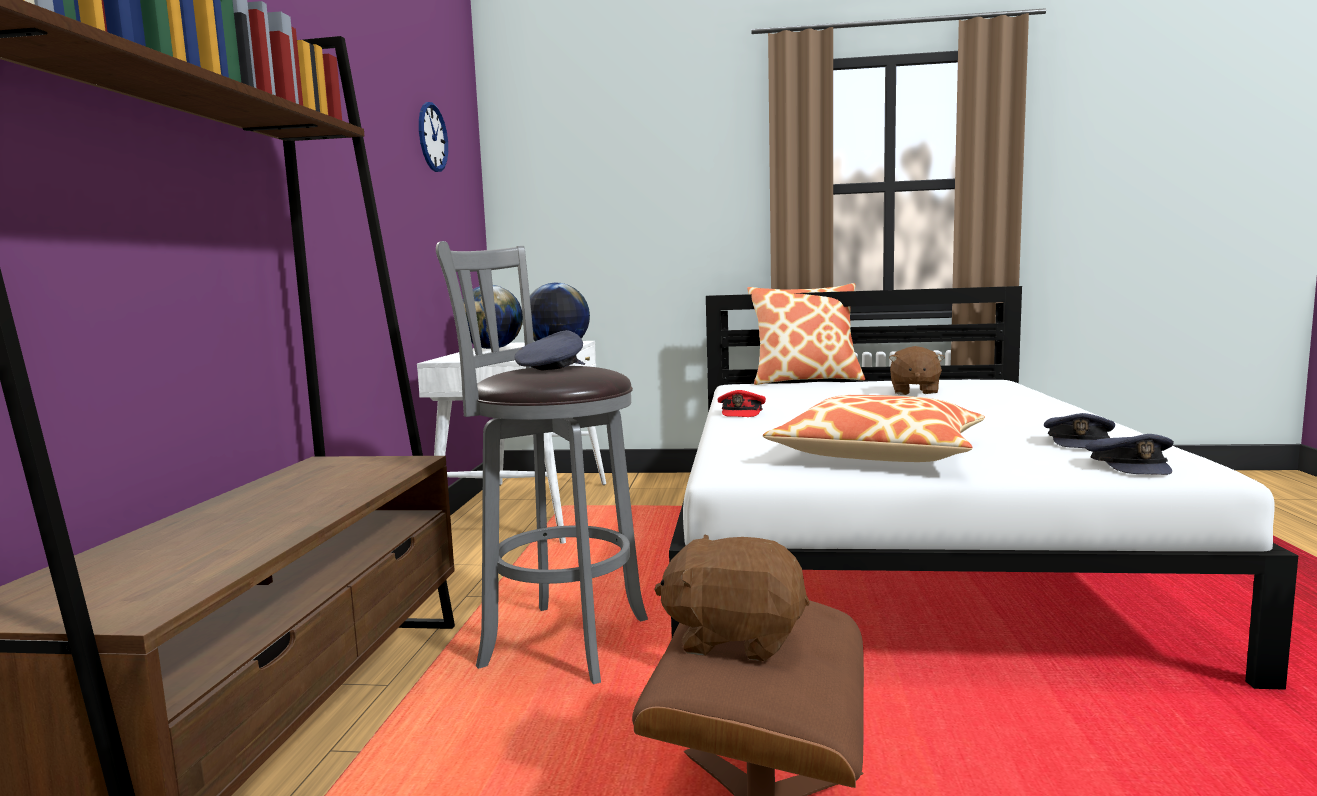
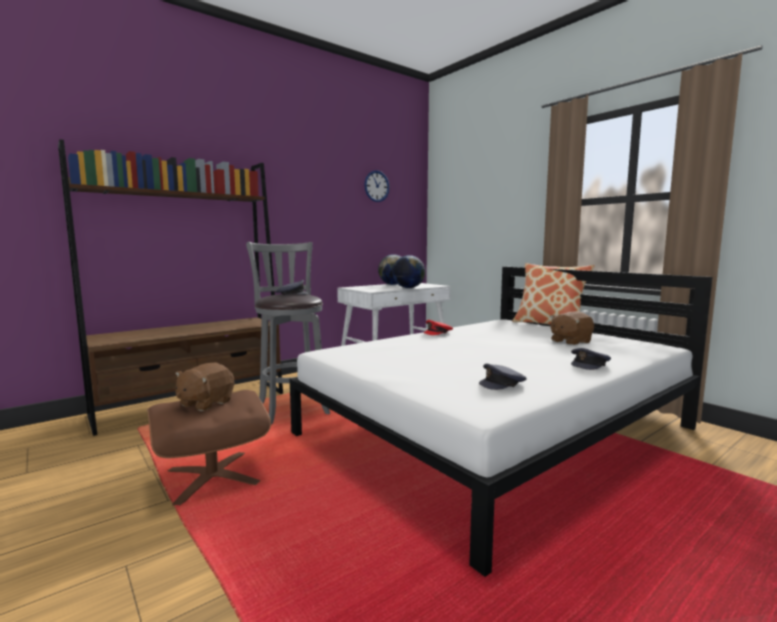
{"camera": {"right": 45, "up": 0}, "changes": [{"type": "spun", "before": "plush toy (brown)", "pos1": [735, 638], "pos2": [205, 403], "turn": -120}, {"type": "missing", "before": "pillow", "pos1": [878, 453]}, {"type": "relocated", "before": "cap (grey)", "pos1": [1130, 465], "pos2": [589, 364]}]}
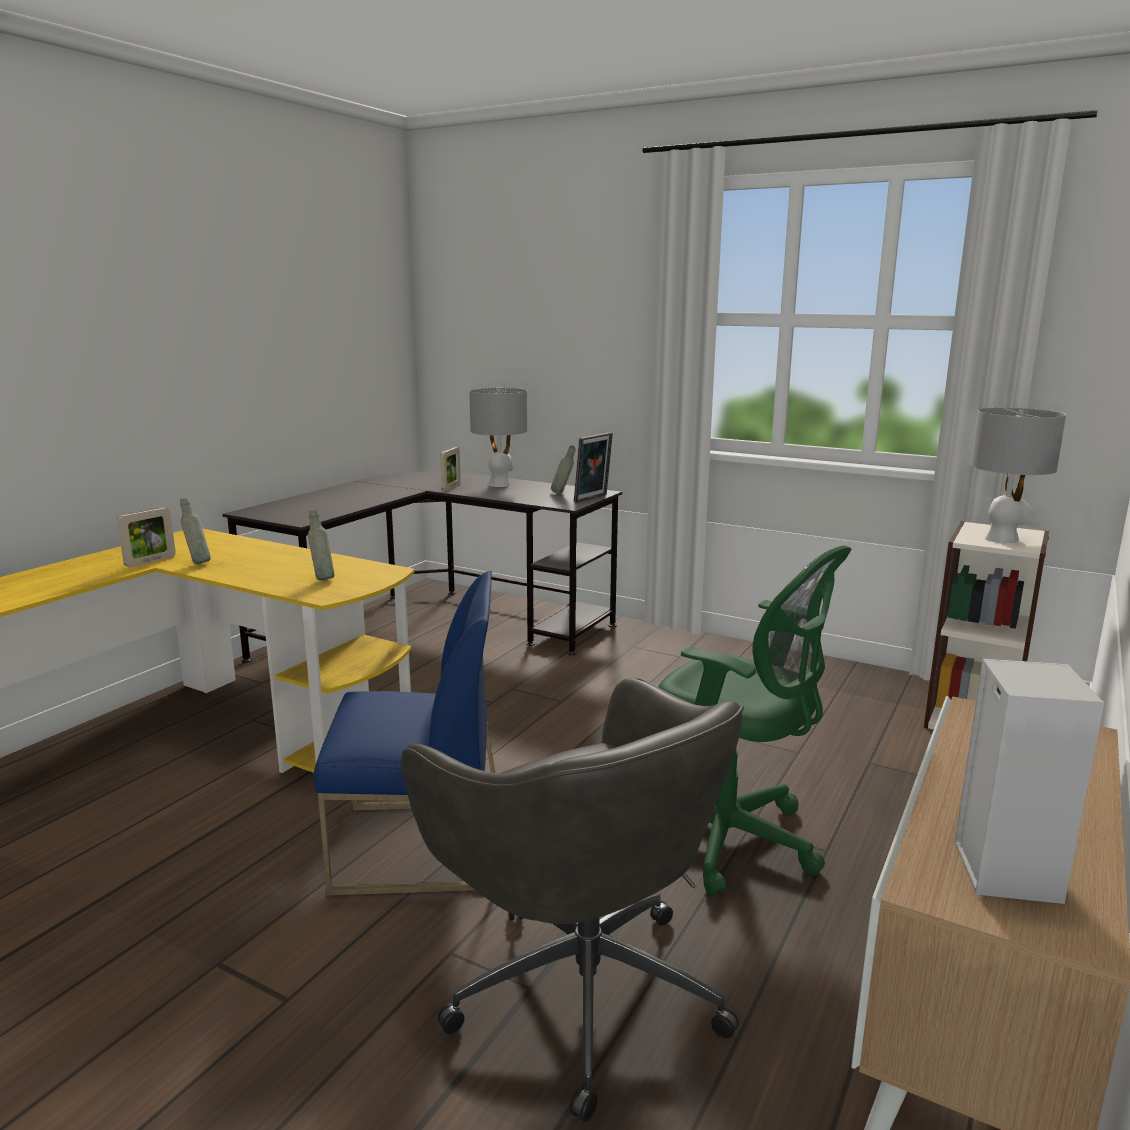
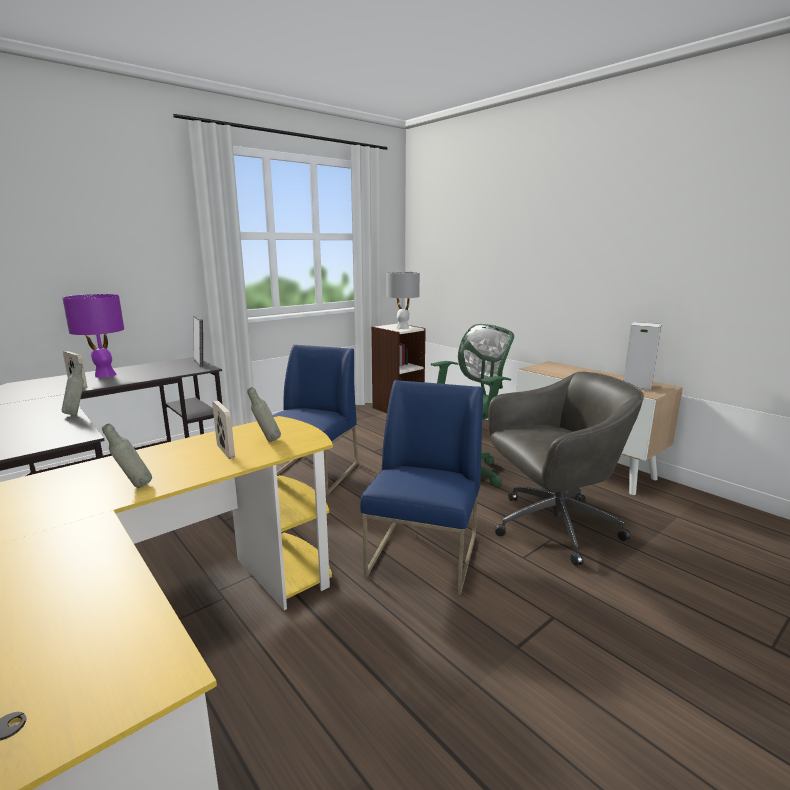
{"camera": {"right": -70, "up": 0}, "changes": [{"type": "relocated", "before": "picture frame", "pos1": [150, 561], "pos2": [225, 451]}, {"type": "colour", "before": "table lamp (grey)", "after": "table lamp (purple)", "pos1": [500, 484], "pos2": [105, 375]}, {"type": "relocated", "before": "bottle (grey)", "pos1": [563, 493], "pos2": [77, 413]}, {"type": "appeared", "after": "chair (blue)", "pos2": [313, 474]}]}
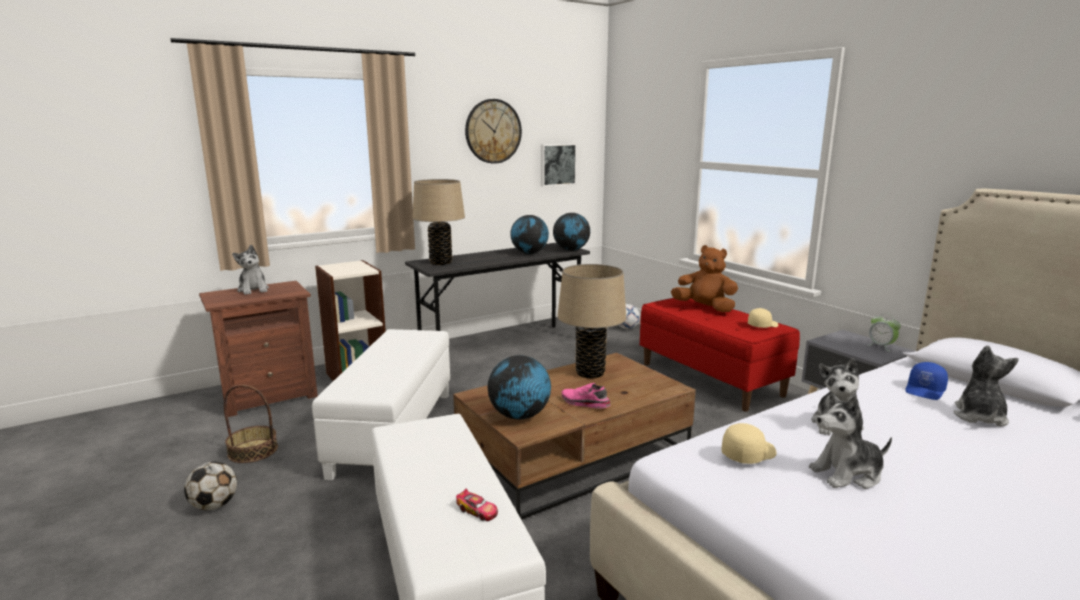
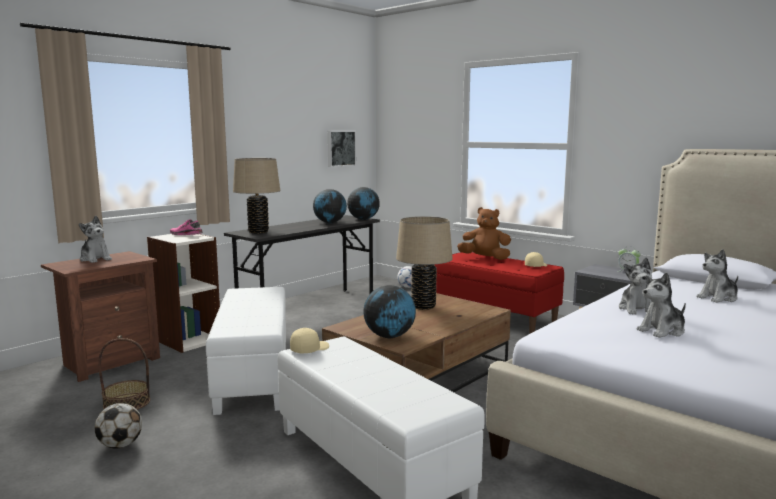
{"camera": {"right": -15, "up": -5}, "changes": [{"type": "missing", "before": "toy car", "pos1": [477, 511]}, {"type": "missing", "before": "wall clock", "pos1": [493, 131]}, {"type": "relocated", "before": "shoe (pink)", "pos1": [584, 404], "pos2": [185, 235]}, {"type": "relocated", "before": "cap (beige)", "pos1": [748, 453], "pos2": [309, 349]}, {"type": "missing", "before": "cap (blue)", "pos1": [925, 391]}, {"type": "spun", "before": "plush toy", "pos1": [979, 417], "pos2": [718, 298], "turn": -120}]}
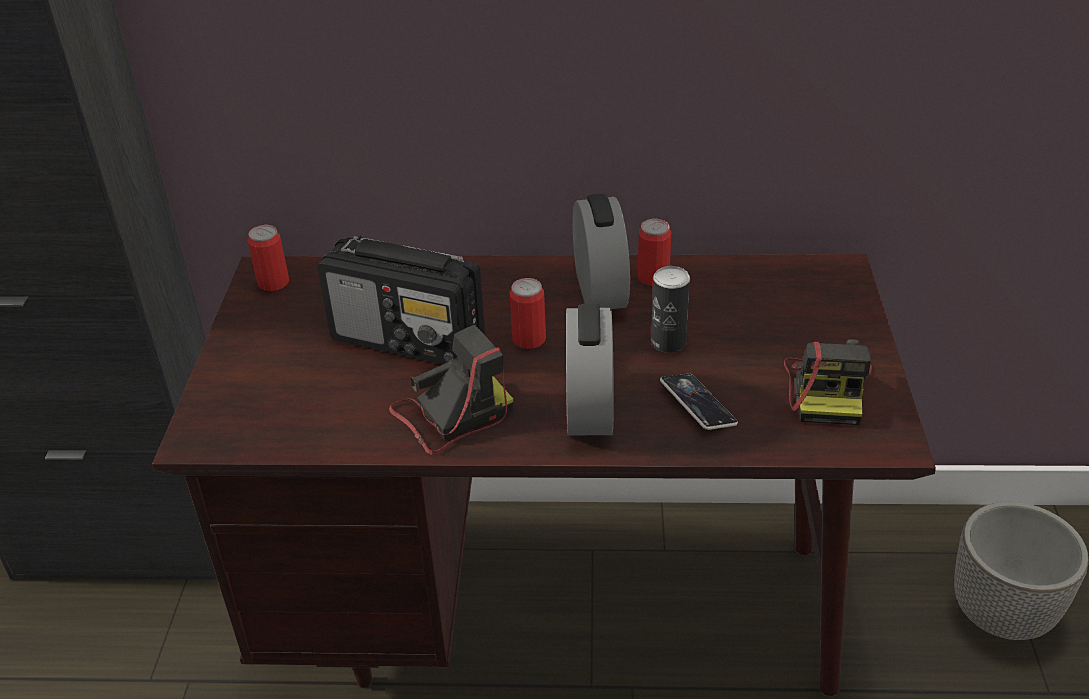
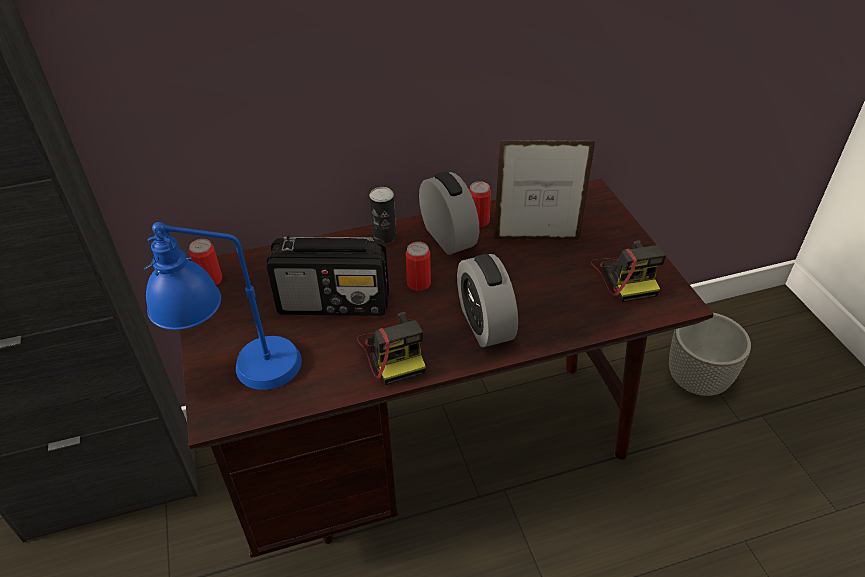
{"camera": {"right": -20, "up": 5}, "changes": [{"type": "spun", "before": "photo camera", "pos1": [451, 415], "pos2": [394, 352], "turn": 120}, {"type": "relocated", "before": "can", "pos1": [668, 342], "pos2": [384, 236]}, {"type": "missing", "before": "phone", "pos1": [697, 405]}, {"type": "appeared", "after": "table lamp (blue)", "pos2": [239, 372]}, {"type": "appeared", "after": "picture frame", "pos2": [536, 239]}]}
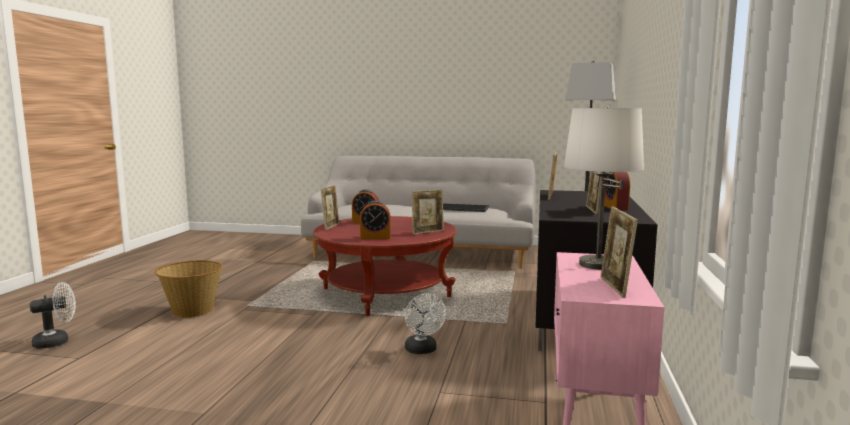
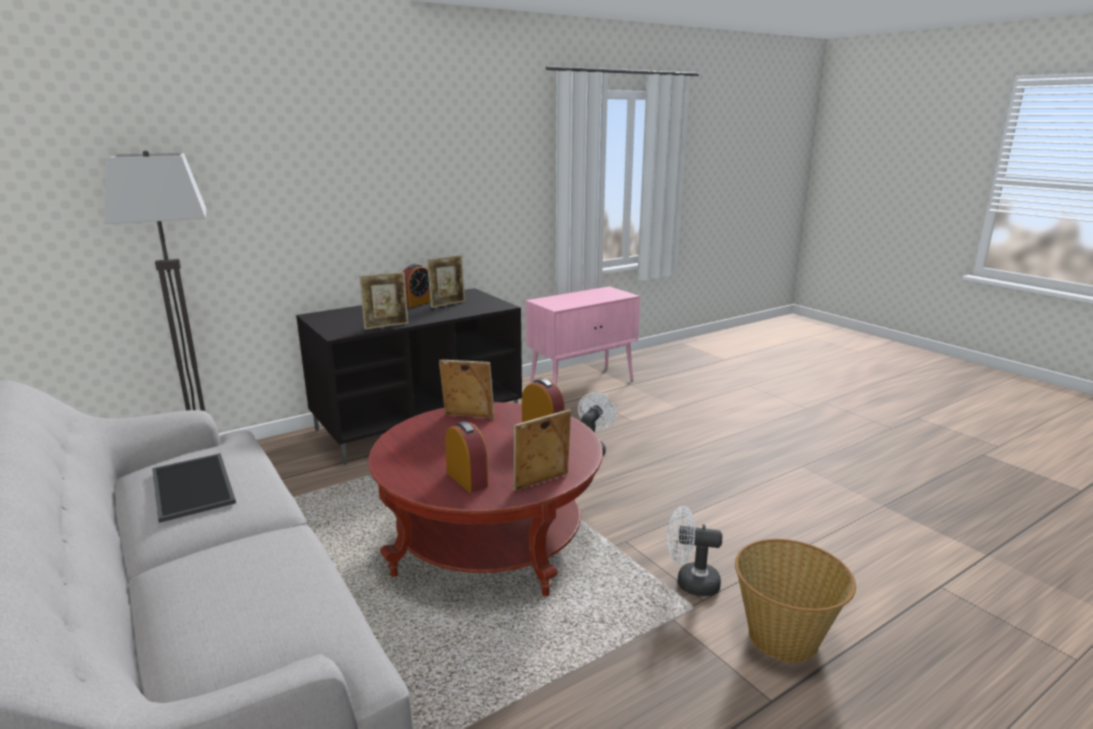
{"camera": {"right": -135, "up": 10}, "changes": [{"type": "relocated", "before": "fan (white)", "pos1": [57, 341], "pos2": [690, 582]}, {"type": "missing", "before": "table lamp (white)", "pos1": [597, 264]}, {"type": "missing", "before": "picture frame", "pos1": [615, 287]}]}
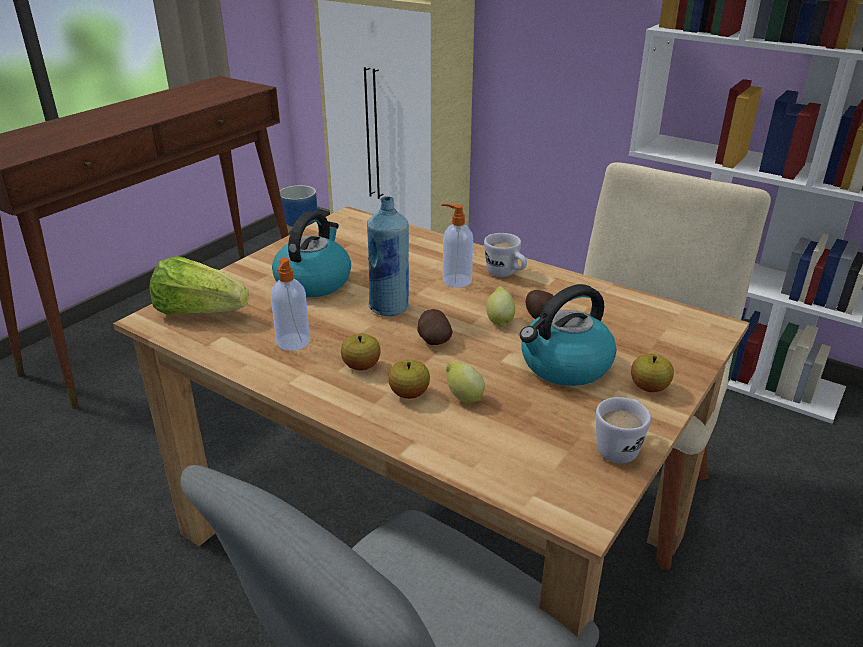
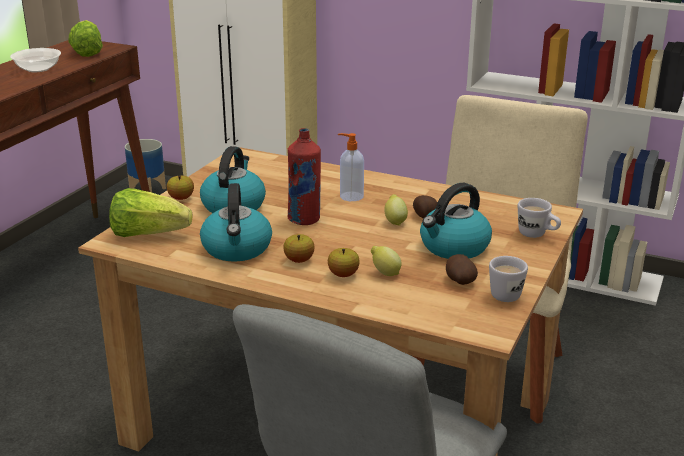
{"camera": {"right": -10, "up": -5}, "changes": [{"type": "exchanged", "before": "soap dispenser", "after": "kettle", "pos1": [293, 343], "pos2": [237, 249]}, {"type": "colour", "before": "bottle (blue)", "after": "bottle (red)", "pos1": [389, 308], "pos2": [304, 219]}, {"type": "relocated", "before": "potato", "pos1": [433, 340], "pos2": [459, 281]}, {"type": "relocated", "before": "mug (white)", "pos1": [505, 274], "pos2": [537, 235]}, {"type": "relocated", "before": "apple", "pos1": [649, 387], "pos2": [181, 198]}, {"type": "appeared", "after": "bowl", "pos2": [37, 69]}, {"type": "appeared", "after": "lettuce", "pos2": [88, 52]}]}
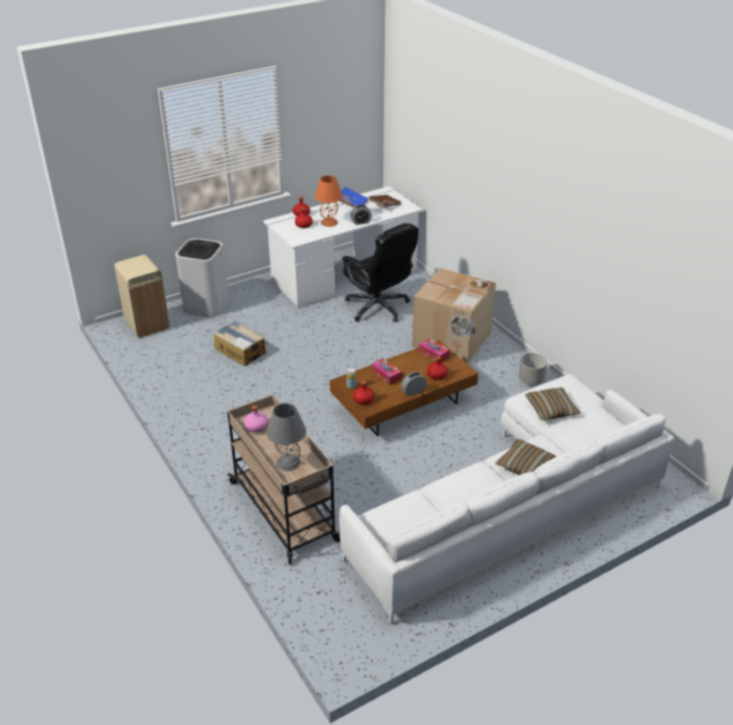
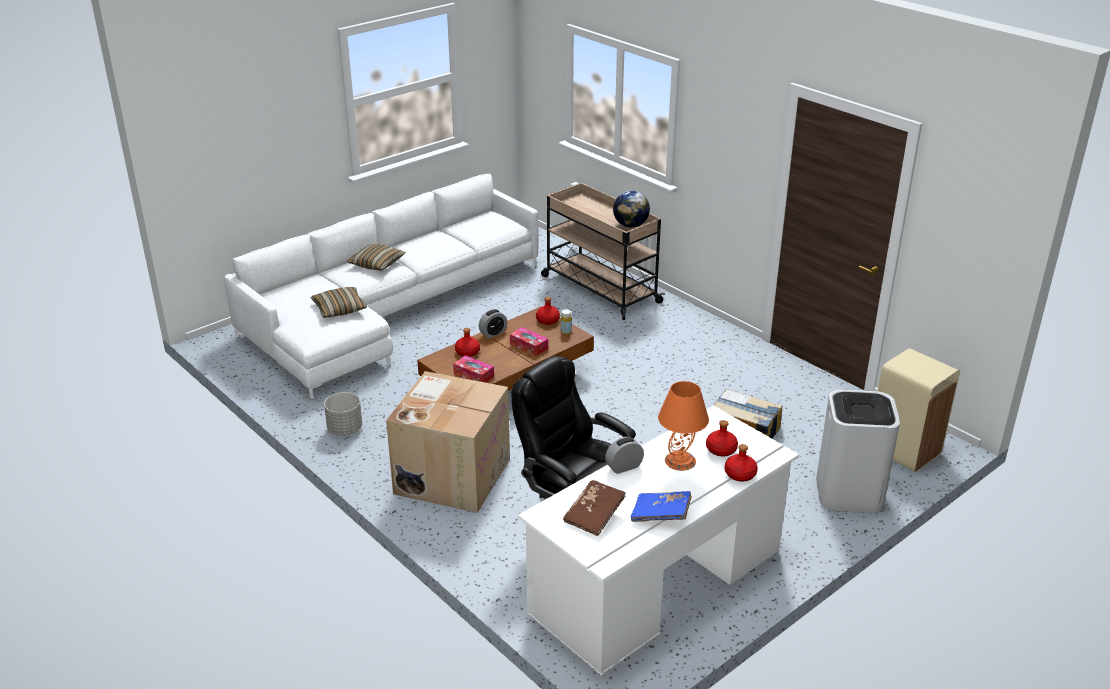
{"camera": {"right": 170, "up": -5}, "changes": [{"type": "exchanged", "before": "bottle (pink)", "after": "globe", "pos1": [256, 426], "pos2": [630, 225]}, {"type": "missing", "before": "table lamp (grey)", "pos1": [288, 462]}]}
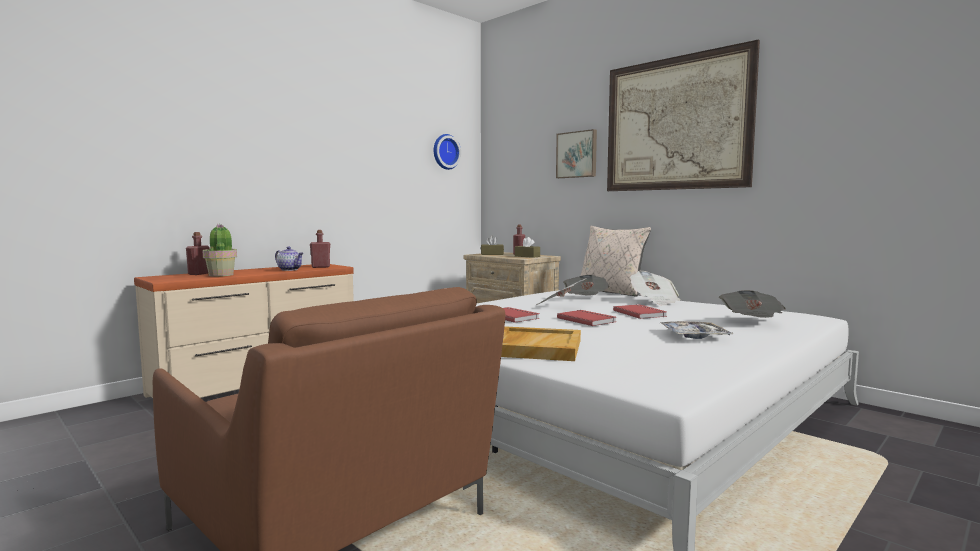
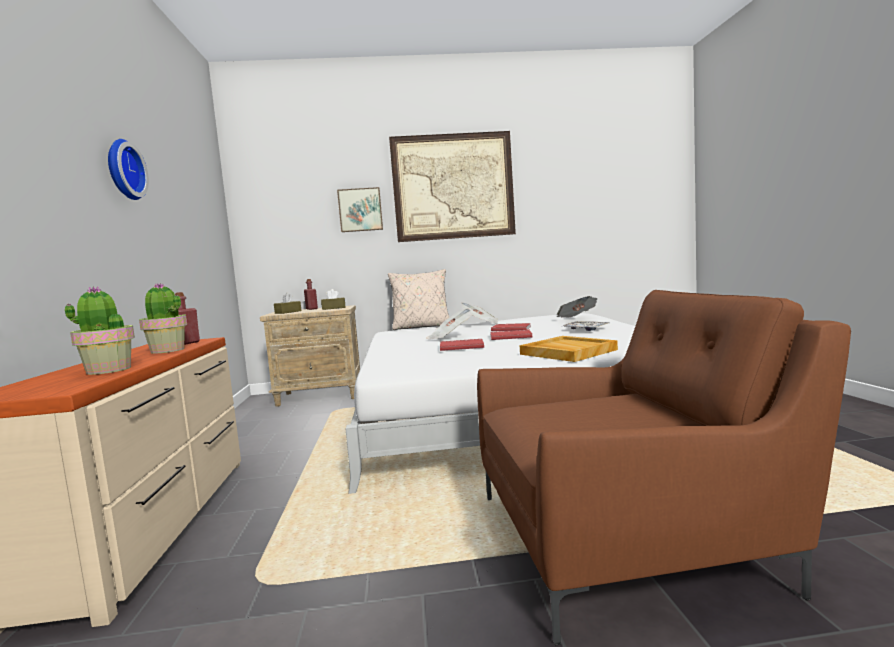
{"camera": {"right": -50, "up": 0}, "changes": [{"type": "missing", "before": "bottle (red)", "pos1": [199, 274]}, {"type": "exchanged", "before": "teapot", "after": "potted plant", "pos1": [290, 269], "pos2": [167, 350]}, {"type": "relocated", "before": "wall clock", "pos1": [445, 152], "pos2": [122, 170]}, {"type": "missing", "before": "newspaper", "pos1": [586, 298]}]}
